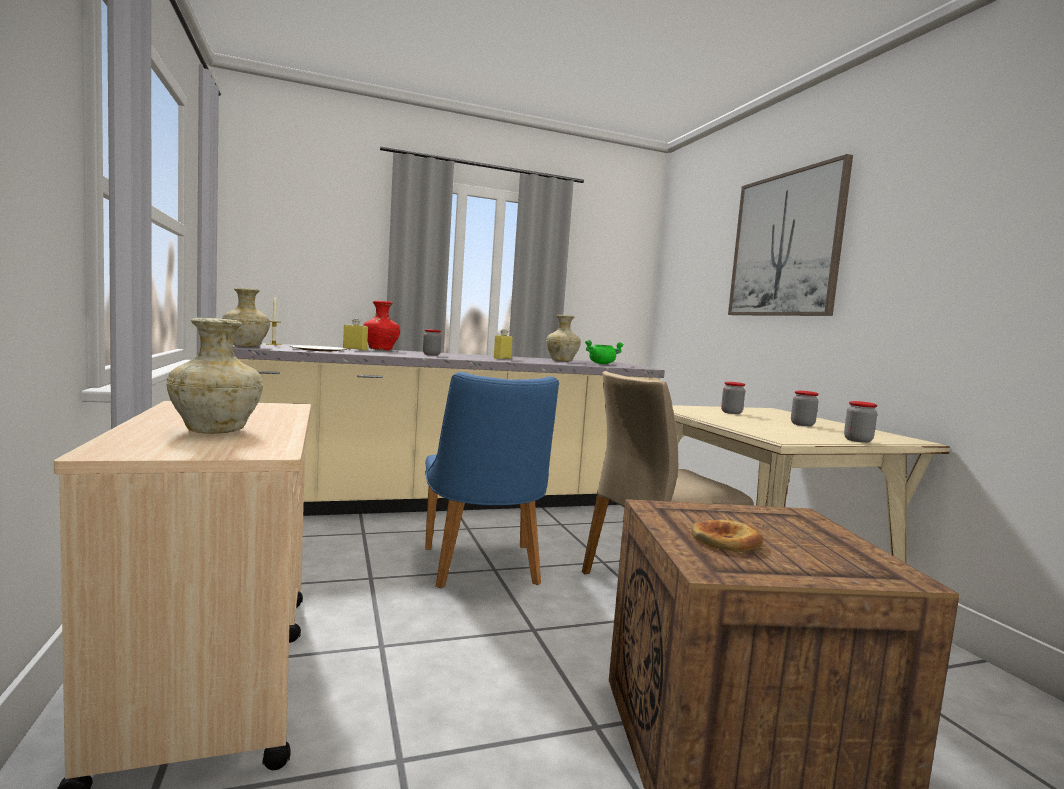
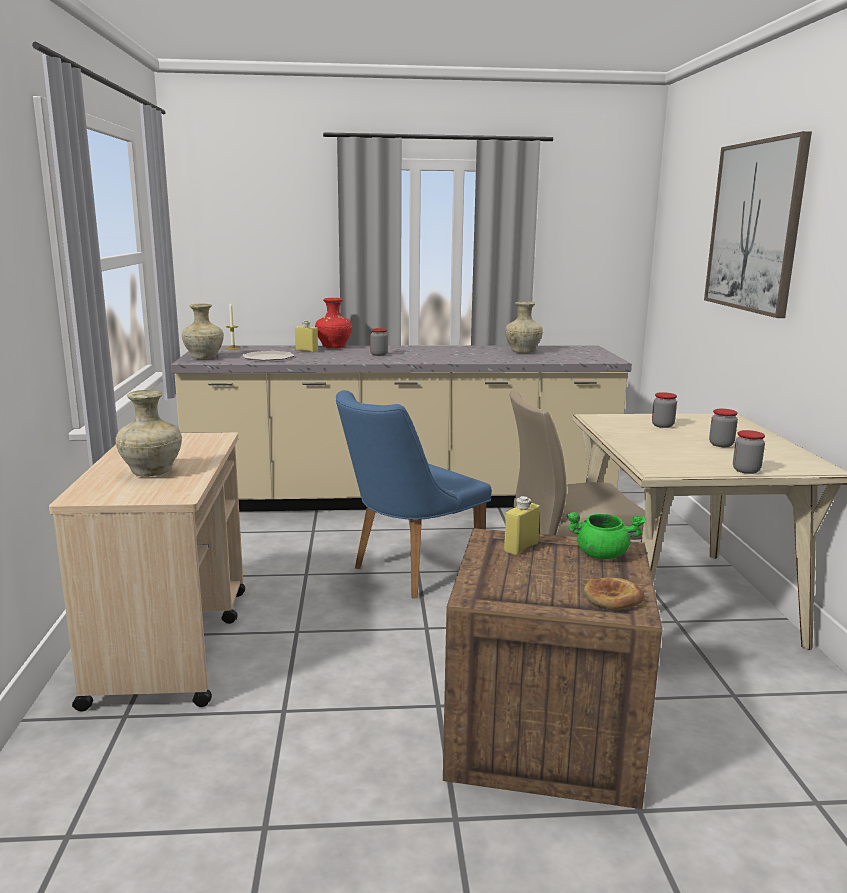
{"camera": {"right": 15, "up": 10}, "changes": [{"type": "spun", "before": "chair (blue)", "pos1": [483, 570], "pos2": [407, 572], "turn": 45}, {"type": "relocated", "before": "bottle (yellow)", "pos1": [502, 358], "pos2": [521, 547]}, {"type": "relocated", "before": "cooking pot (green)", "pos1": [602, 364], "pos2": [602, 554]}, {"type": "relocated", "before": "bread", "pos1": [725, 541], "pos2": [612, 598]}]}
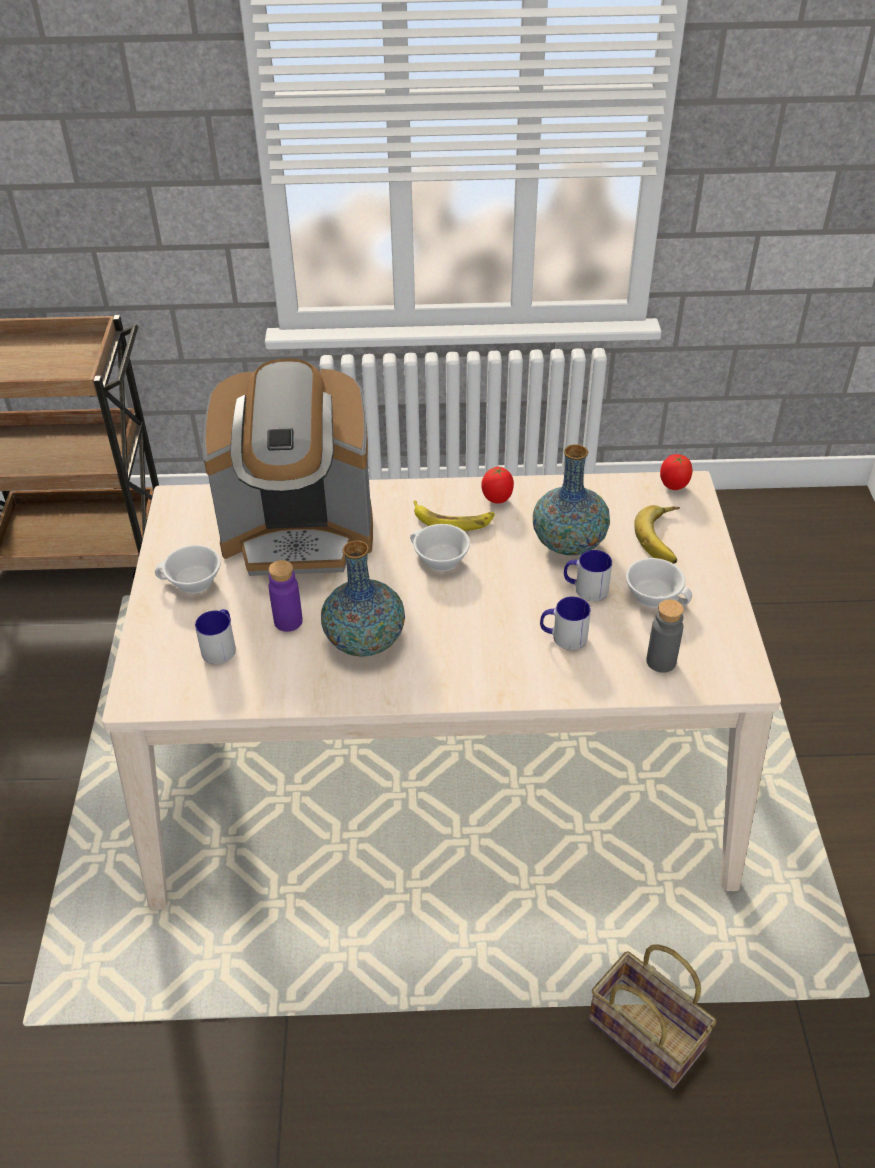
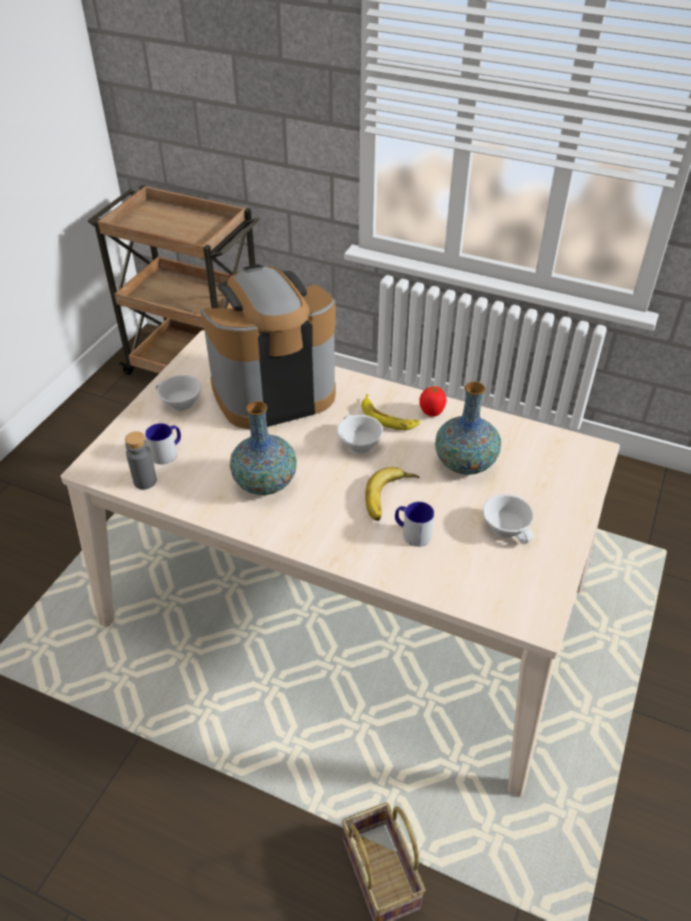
{"camera": {"right": 25, "up": 0}, "changes": [{"type": "spun", "before": "coffee machine", "pos1": [299, 533], "pos2": [273, 391], "turn": 135}, {"type": "missing", "before": "bottle (purple)", "pos1": [288, 621]}, {"type": "missing", "before": "mug", "pos1": [585, 588]}, {"type": "relocated", "before": "banana", "pos1": [665, 538], "pos2": [391, 498]}, {"type": "relocated", "before": "bottle (grey)", "pos1": [661, 661], "pos2": [145, 481]}, {"type": "missing", "before": "tomato", "pos1": [673, 486]}]}
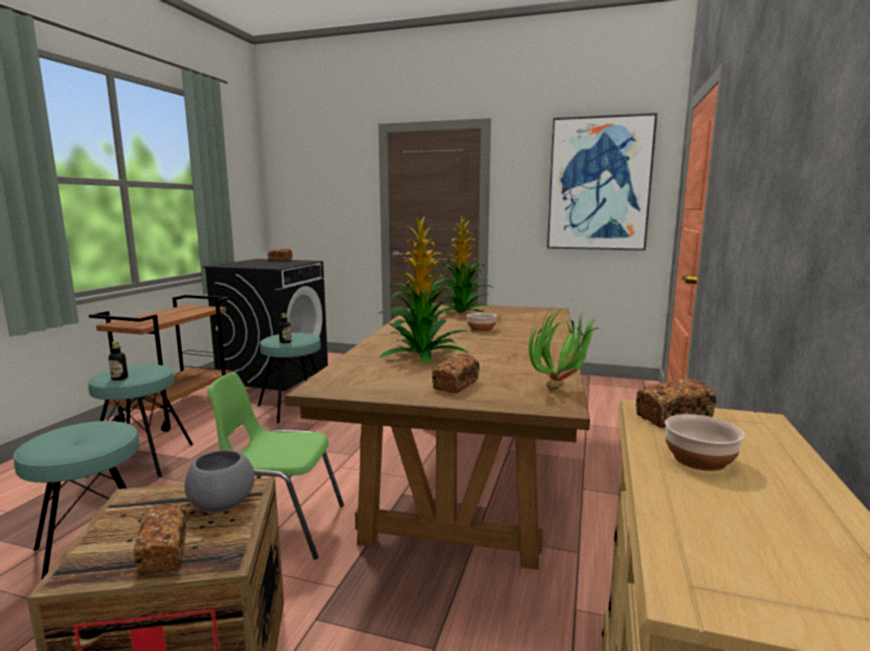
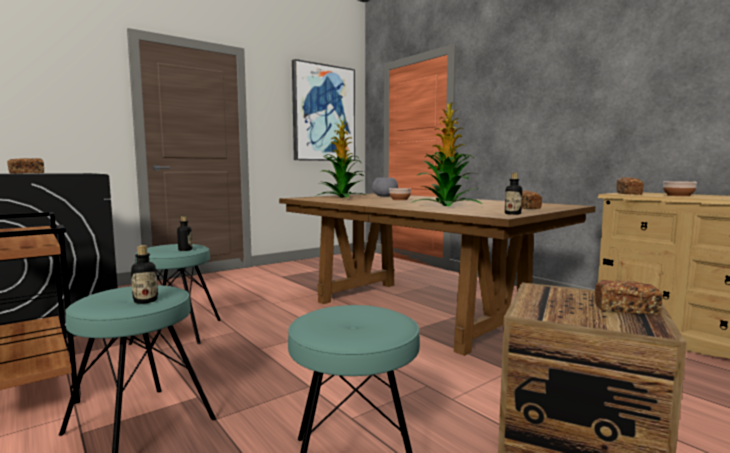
{"camera": {"right": -55, "up": -5}, "changes": [{"type": "relocated", "before": "bowl (grey)", "pos1": [222, 504], "pos2": [385, 196]}, {"type": "missing", "before": "chair (green)", "pos1": [279, 526]}, {"type": "missing", "before": "potted plant", "pos1": [563, 389]}, {"type": "appeared", "after": "bottle", "pos2": [512, 214]}]}
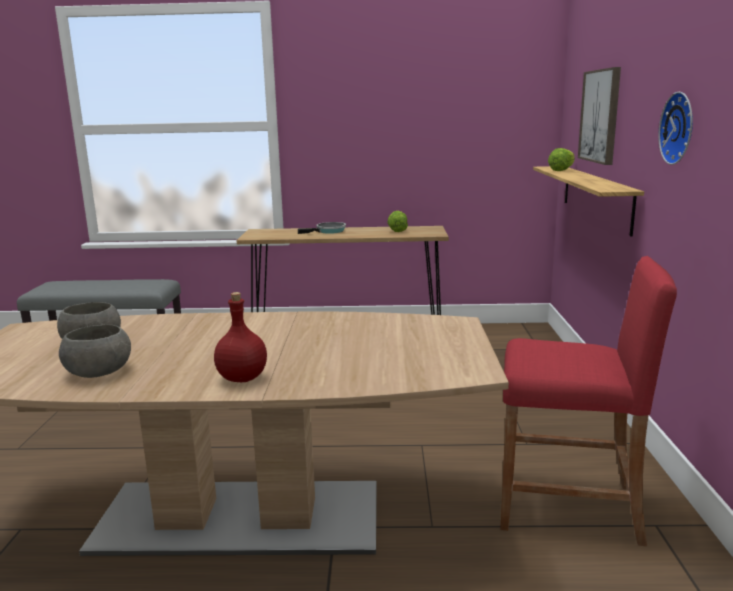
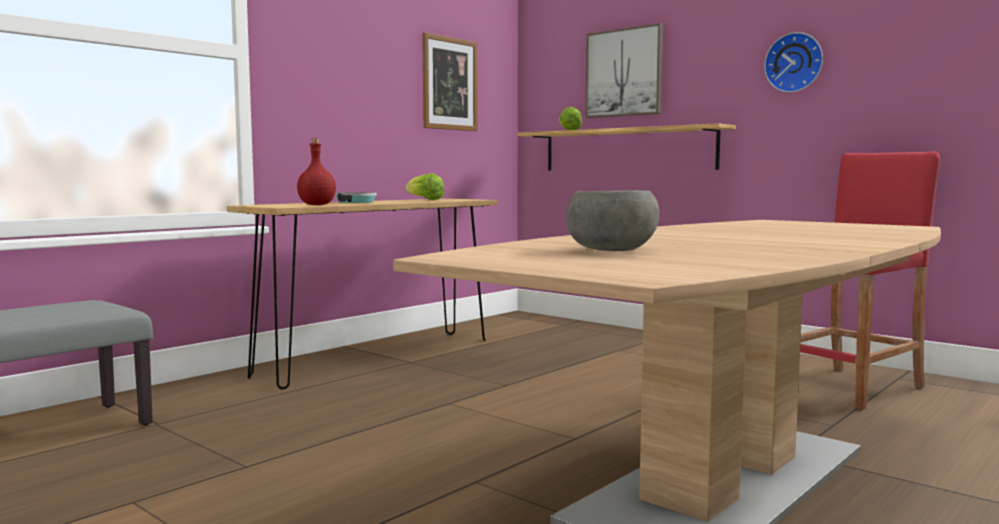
{"camera": {"right": -50, "up": -10}, "changes": [{"type": "missing", "before": "bowl (grey)", "pos1": [99, 371]}, {"type": "relocated", "before": "bottle (red)", "pos1": [243, 378], "pos2": [317, 205]}, {"type": "appeared", "after": "picture", "pos2": [449, 84]}]}
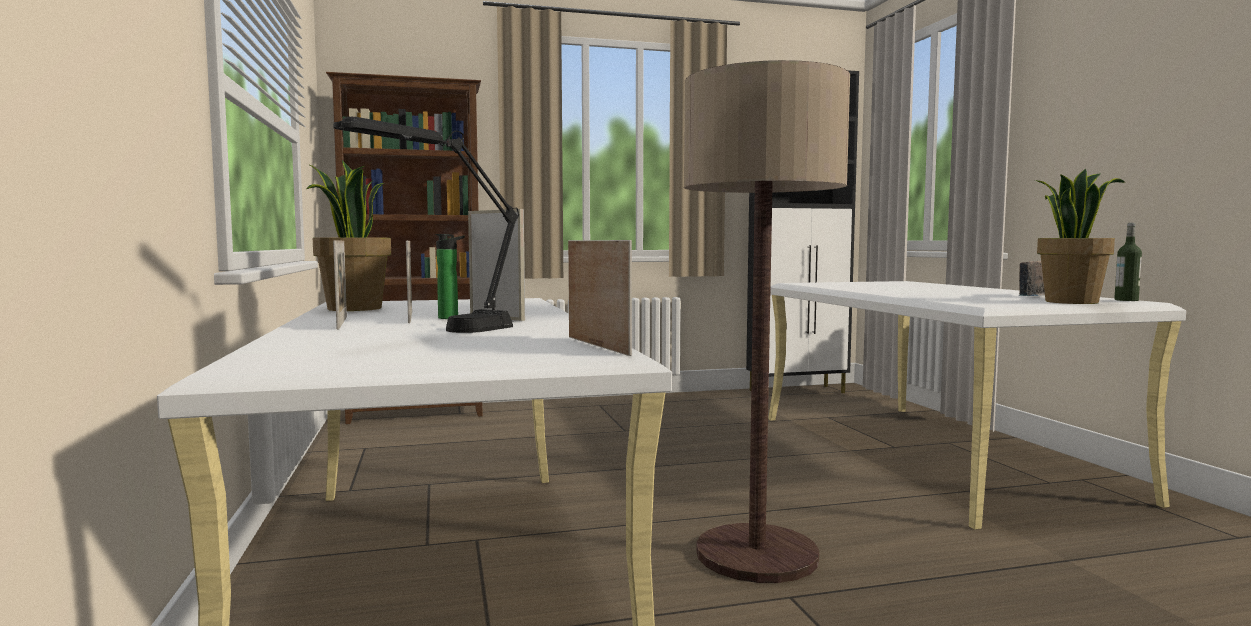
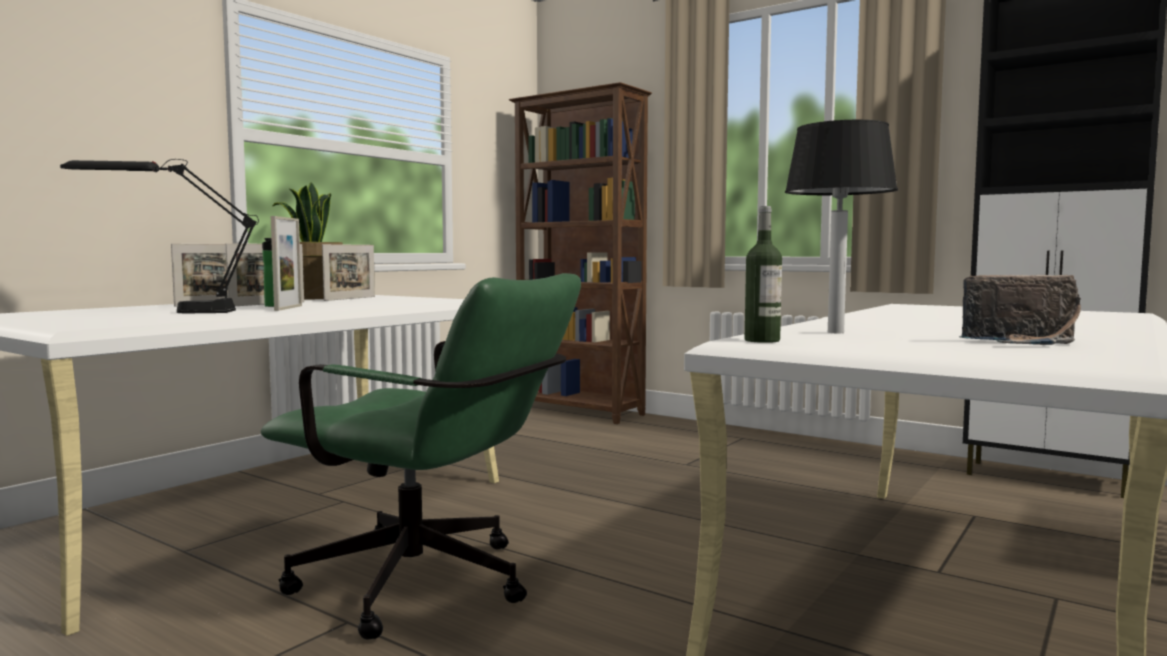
{"camera": {"right": 50, "up": 0}, "changes": [{"type": "relocated", "before": "picture frame", "pos1": [597, 345], "pos2": [350, 298]}, {"type": "exchanged", "before": "floor lamp", "after": "office chair (green)", "pos1": [757, 555], "pos2": [432, 587]}, {"type": "missing", "before": "potted plant", "pos1": [1071, 302]}, {"type": "relocated", "before": "bottle", "pos1": [1126, 300], "pos2": [762, 340]}, {"type": "appeared", "after": "table lamp", "pos2": [834, 332]}]}
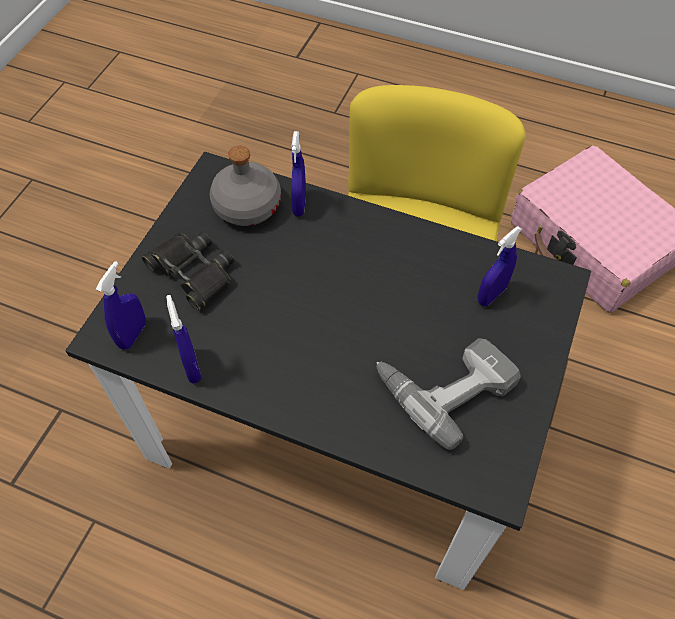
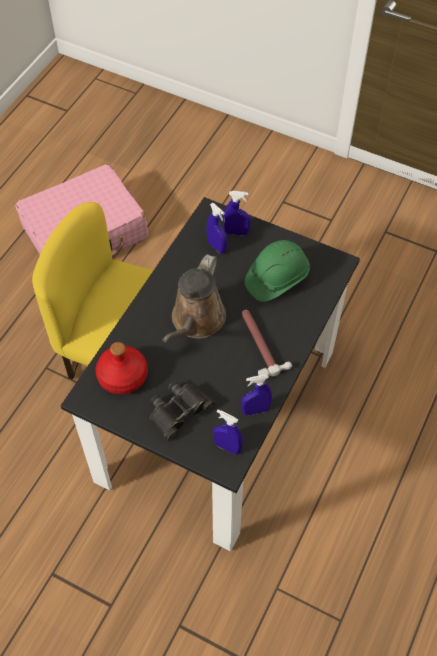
{"camera": {"right": -85, "up": 0}, "changes": [{"type": "colour", "before": "bottle (grey)", "after": "bottle (red)", "pos1": [246, 206], "pos2": [122, 377]}, {"type": "relocated", "before": "spray bottle (blue)", "pos1": [299, 204], "pos2": [236, 232]}, {"type": "exchanged", "before": "power drill", "after": "hard hat (green)", "pos1": [444, 384], "pos2": [276, 278]}, {"type": "appeared", "after": "watering can (brown)", "pos2": [196, 321]}, {"type": "appeared", "after": "hammer", "pos2": [261, 344]}]}
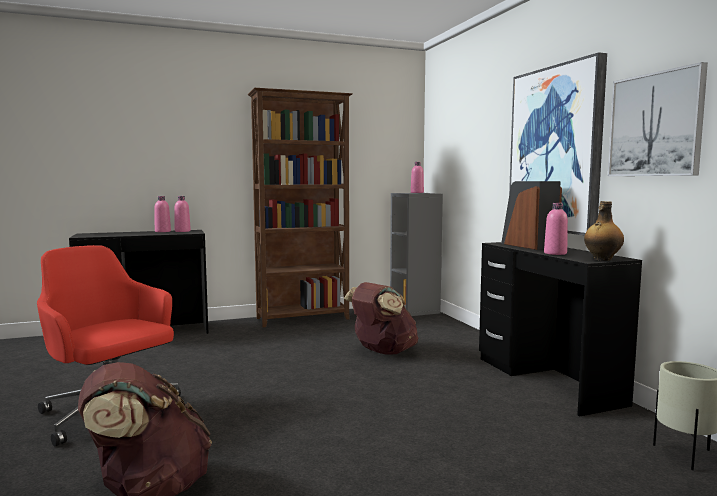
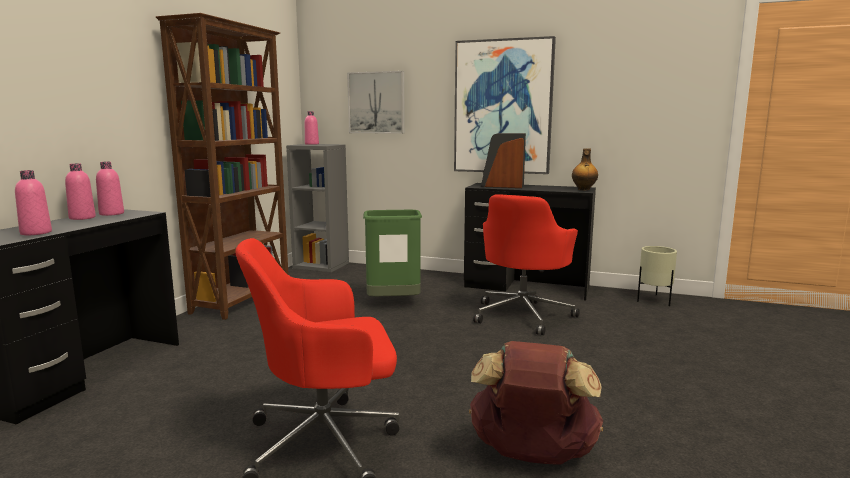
{"camera": {"right": -50, "up": 5}, "changes": [{"type": "exchanged", "before": "backpack (brown)", "after": "trash can (green)", "pos1": [383, 352], "pos2": [393, 303]}, {"type": "relocated", "before": "bottle (pink)", "pos1": [555, 253], "pos2": [36, 233]}, {"type": "relocated", "before": "picture", "pos1": [655, 125], "pos2": [376, 102]}, {"type": "appeared", "after": "office chair (red)", "pos2": [523, 315]}]}
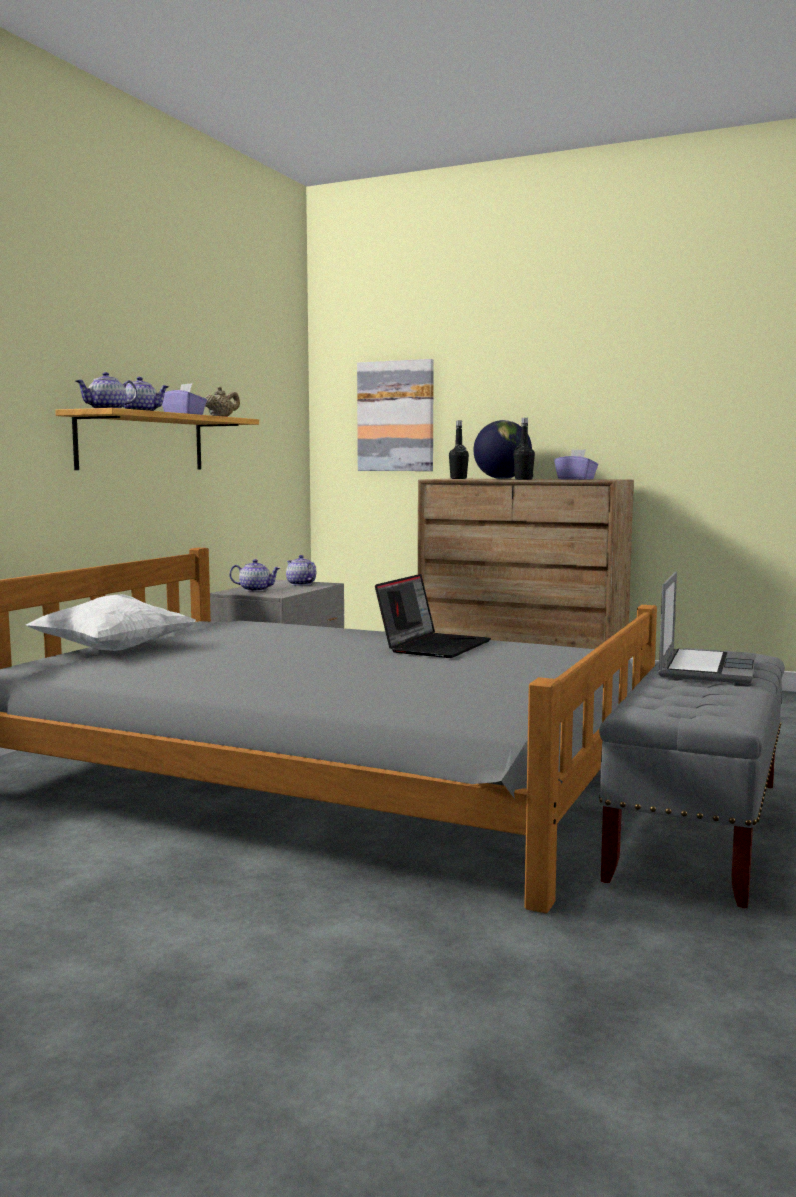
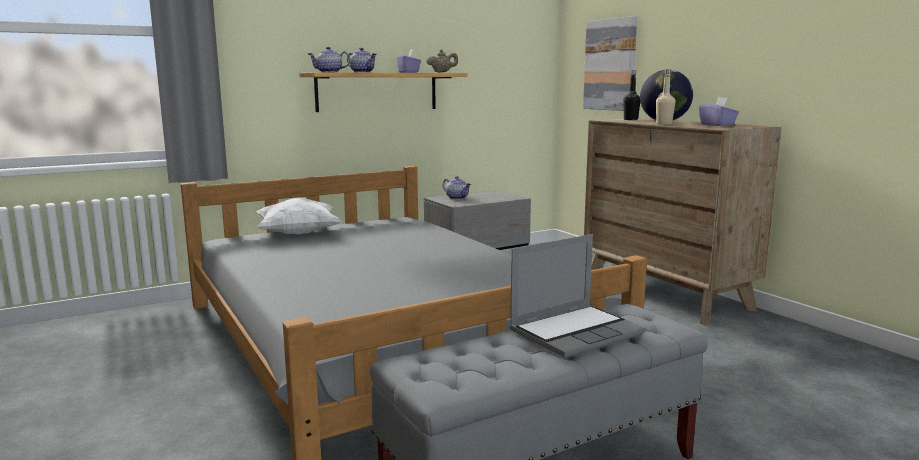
{"camera": {"right": 35, "up": 5}, "changes": [{"type": "missing", "before": "teapot", "pos1": [300, 584]}, {"type": "missing", "before": "laptop", "pos1": [434, 646]}, {"type": "colour", "before": "bottle (black)", "after": "bottle (beige)", "pos1": [523, 479], "pos2": [664, 124]}]}
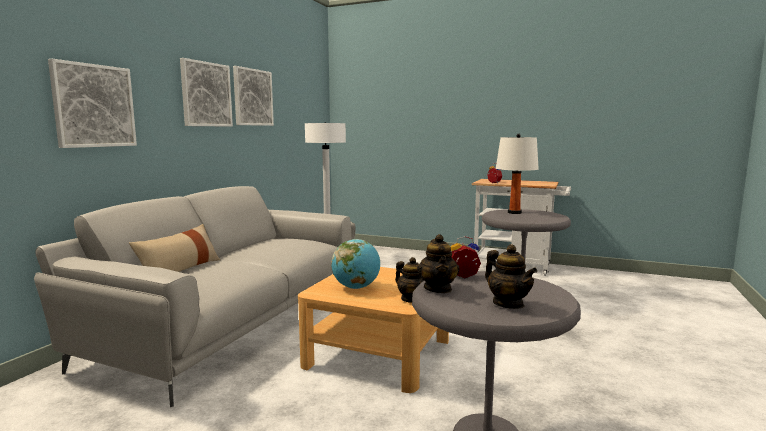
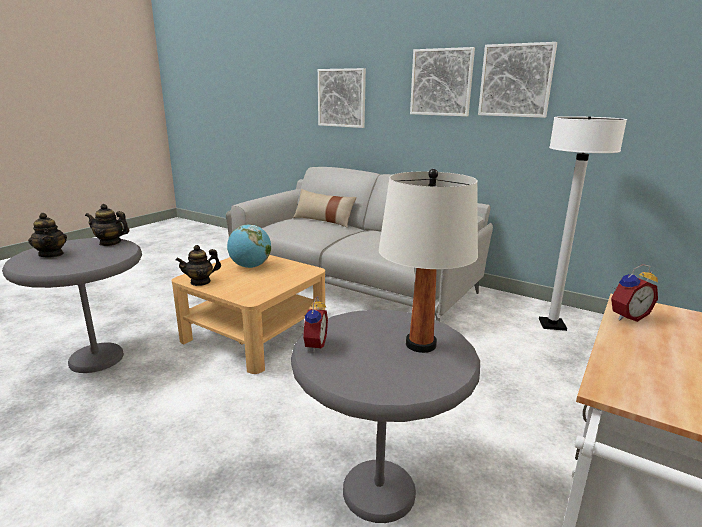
{"camera": {"right": 100, "up": 10}, "changes": [{"type": "relocated", "before": "alarm clock", "pos1": [464, 277], "pos2": [313, 345]}, {"type": "spun", "before": "teapot", "pos1": [508, 304], "pos2": [51, 254], "turn": -105}]}
